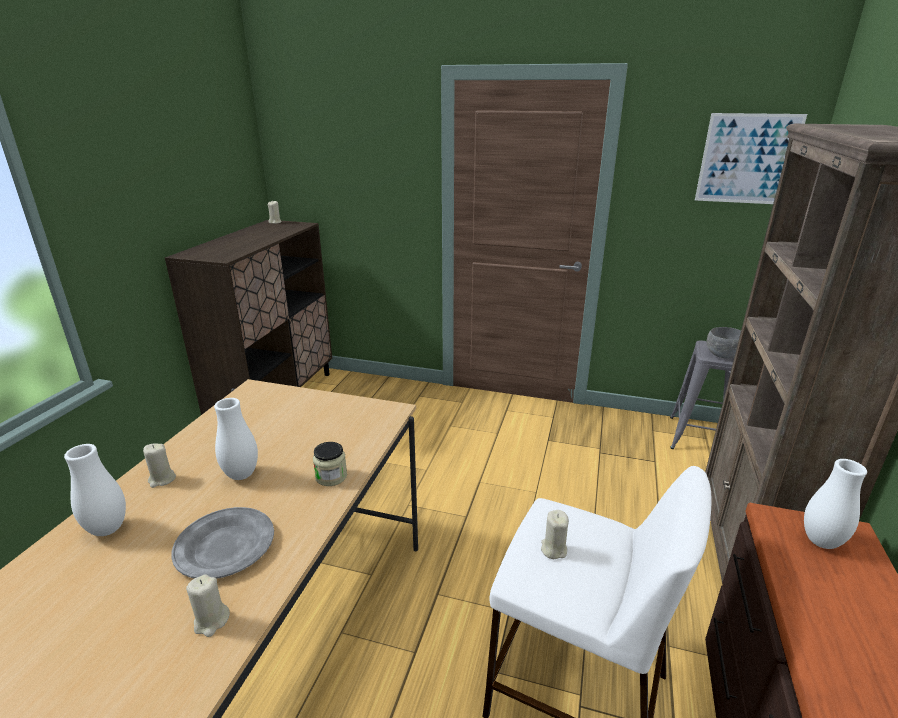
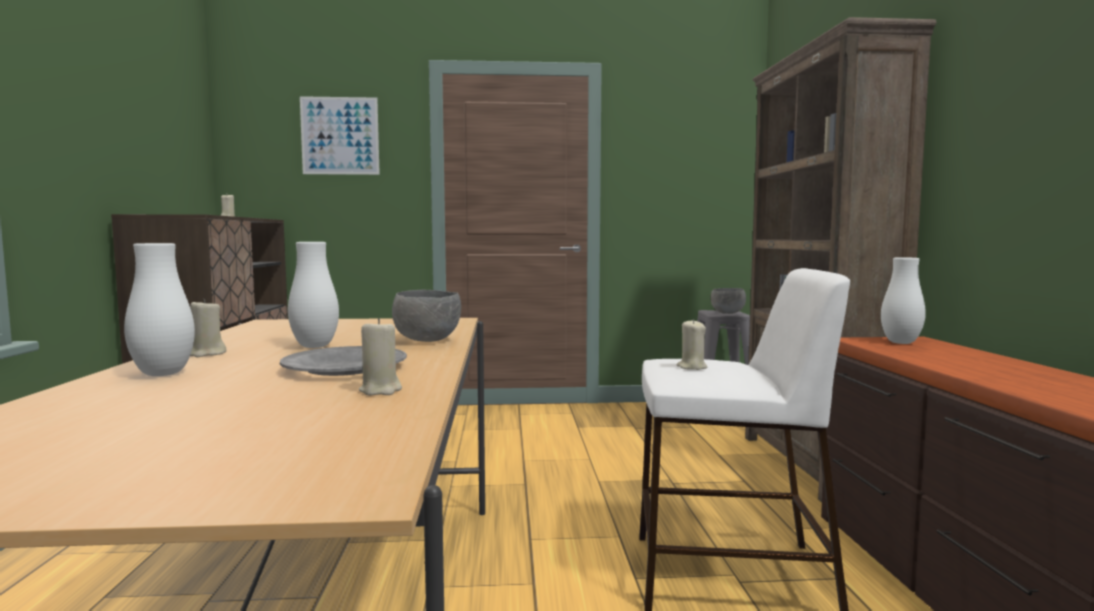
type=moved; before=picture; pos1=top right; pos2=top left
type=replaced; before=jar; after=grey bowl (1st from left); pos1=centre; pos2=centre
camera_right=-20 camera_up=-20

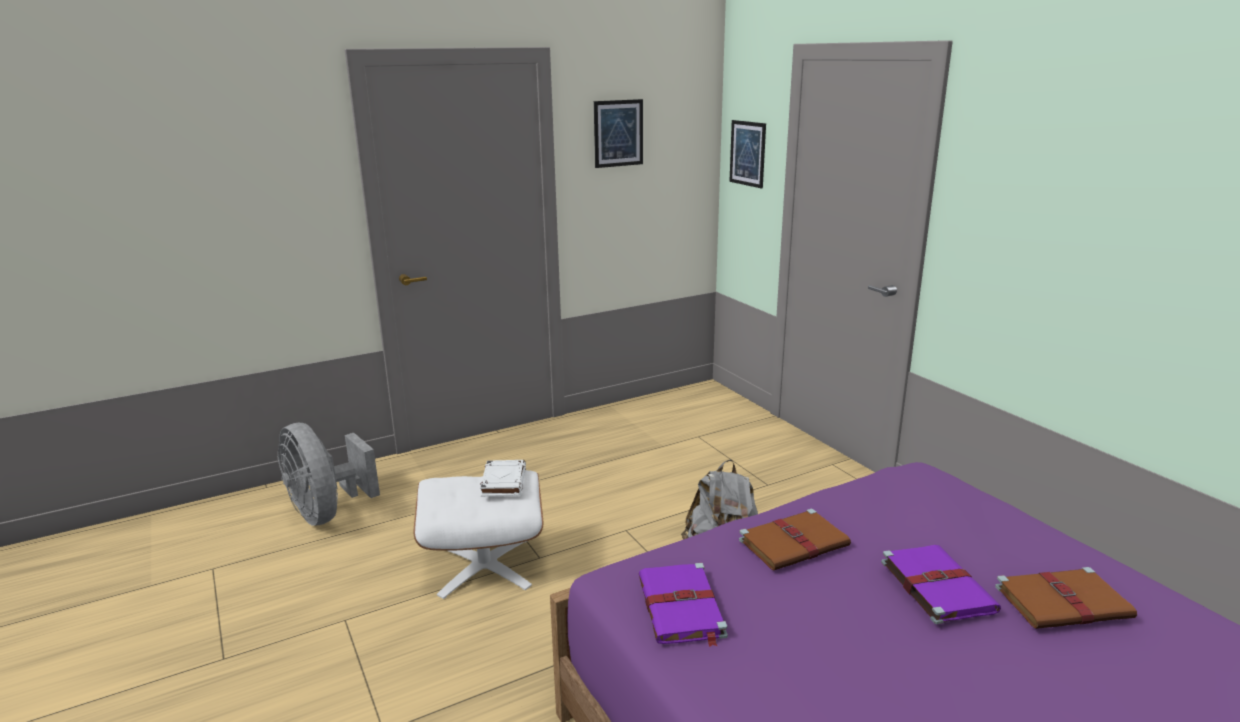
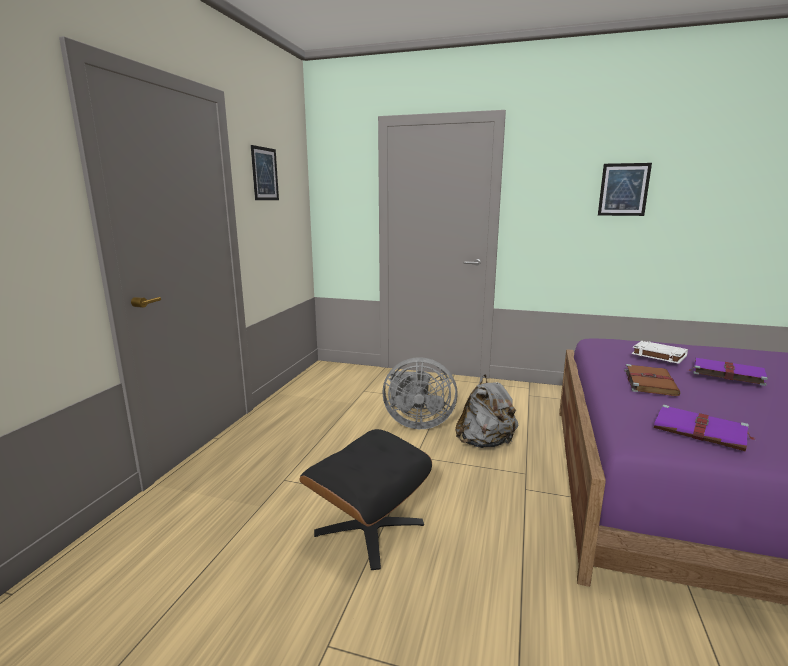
type=moved; before=picture (2nd from left); pos1=top centre; pos2=top right
type=moved; before=grey fan; pos1=middle left; pos2=centre
type=moved; before=white book; pos1=centre; pos2=middle right
type=recoloured; before=white ottoman; after=black ottoman; pos1=bottom centre; pos2=bottom centre
type=removed; before=brown book (2nd from left); pos1=bottom right
camera_right=-45 camera_up=-5

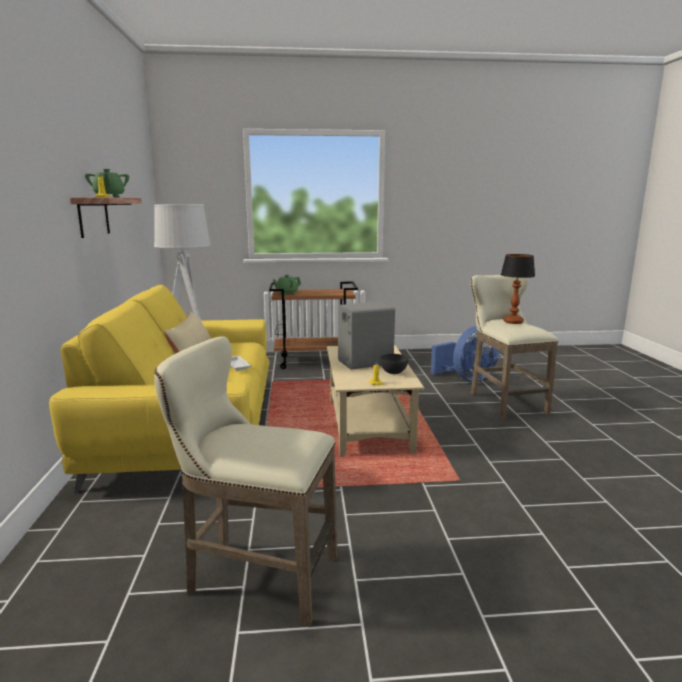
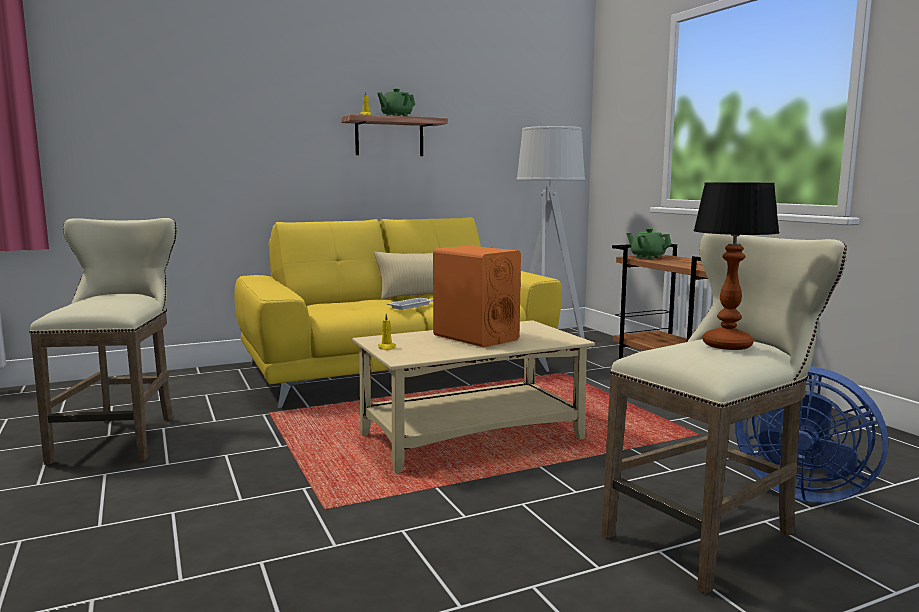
type=recoloured; before=grey speaker; after=orange speaker; pos1=centre; pos2=centre
type=removed; before=grey bowl; pos1=centre
camera_right=70 camera_up=-5

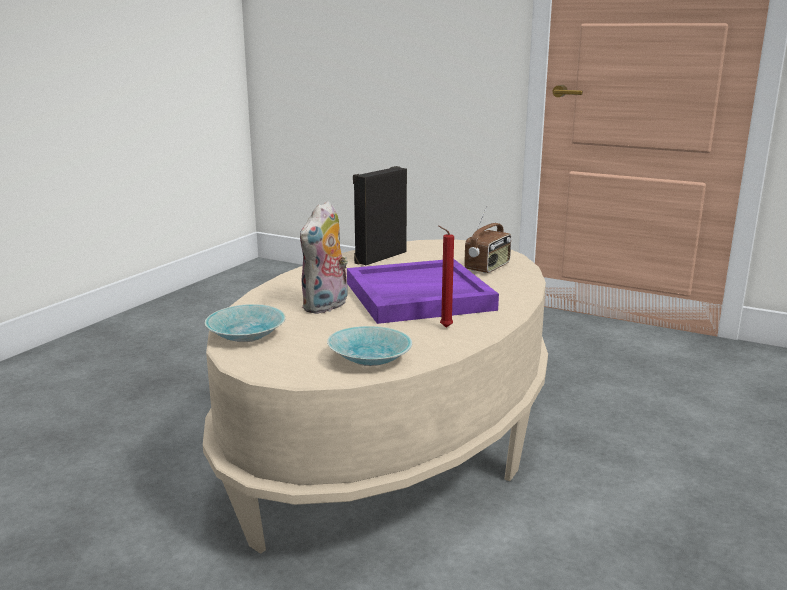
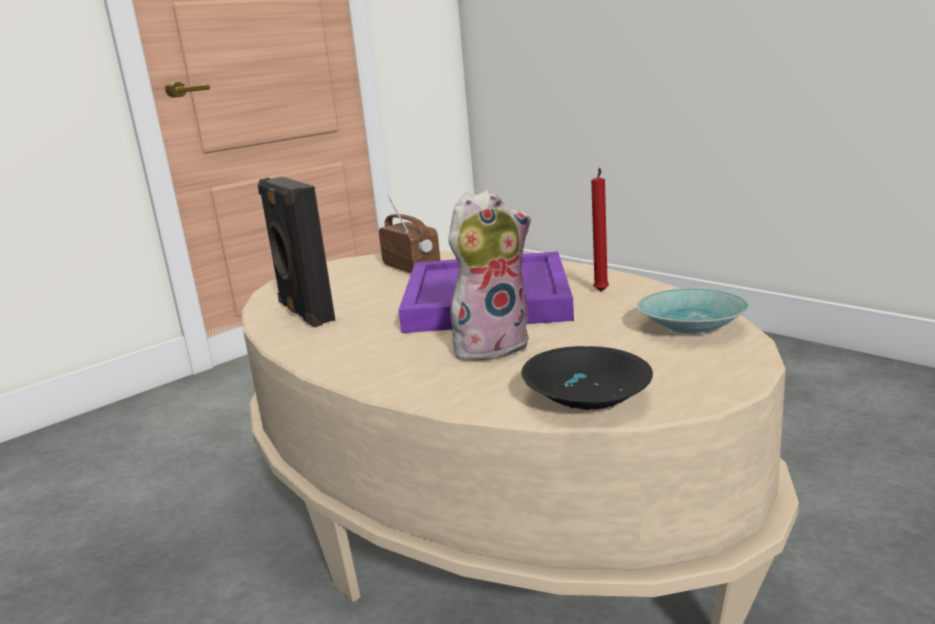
type=turned; before=plush toy; pos1=centre; pos2=centre; turn=-75
type=recoloured; before=turquoise bowl (1st from left); after=black bowl; pos1=middle left; pos2=centre
camera_right=-70 camera_up=0

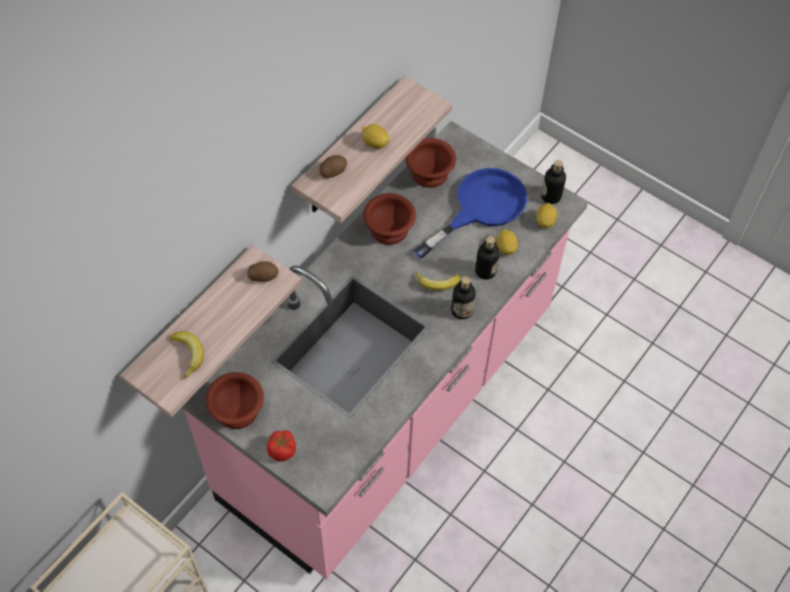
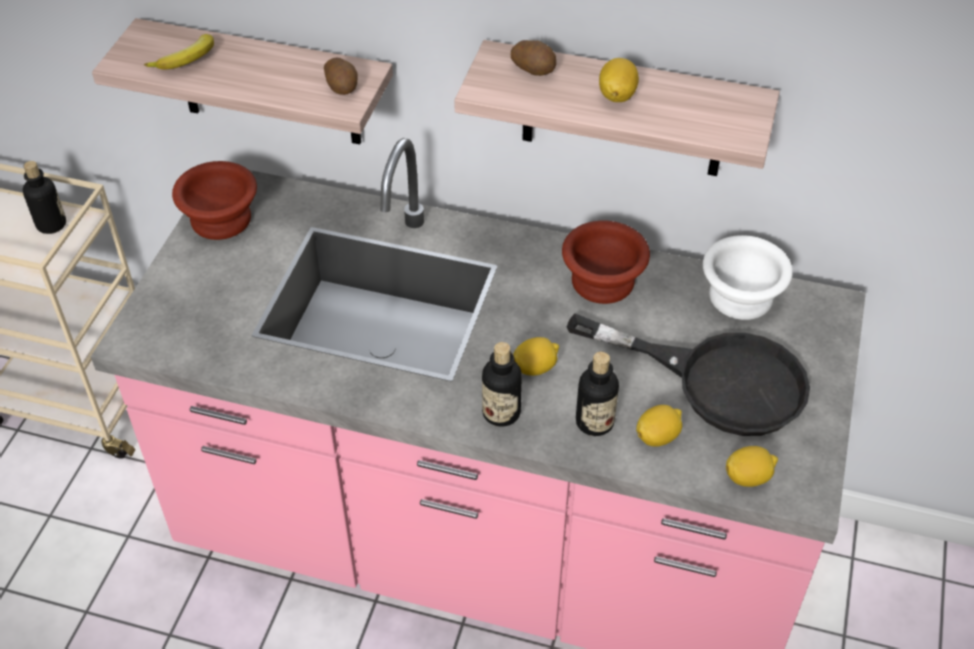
type=recoloured; before=brown bowl (3rd from left); after=white bowl; pos1=top centre; pos2=middle right
type=moved; before=bottle (3rd from left in the first image); after=bottle (1st from left); pos1=top right; pos2=top left
type=recoloured; before=blue frying pan; after=black frying pan; pos1=centre; pos2=middle right
type=replaced; before=banana (2nd from left); after=lemon (1st from left); pos1=centre; pos2=centre
type=removed; before=tomato; pos1=bottom centre
camera_right=70 camera_up=-10

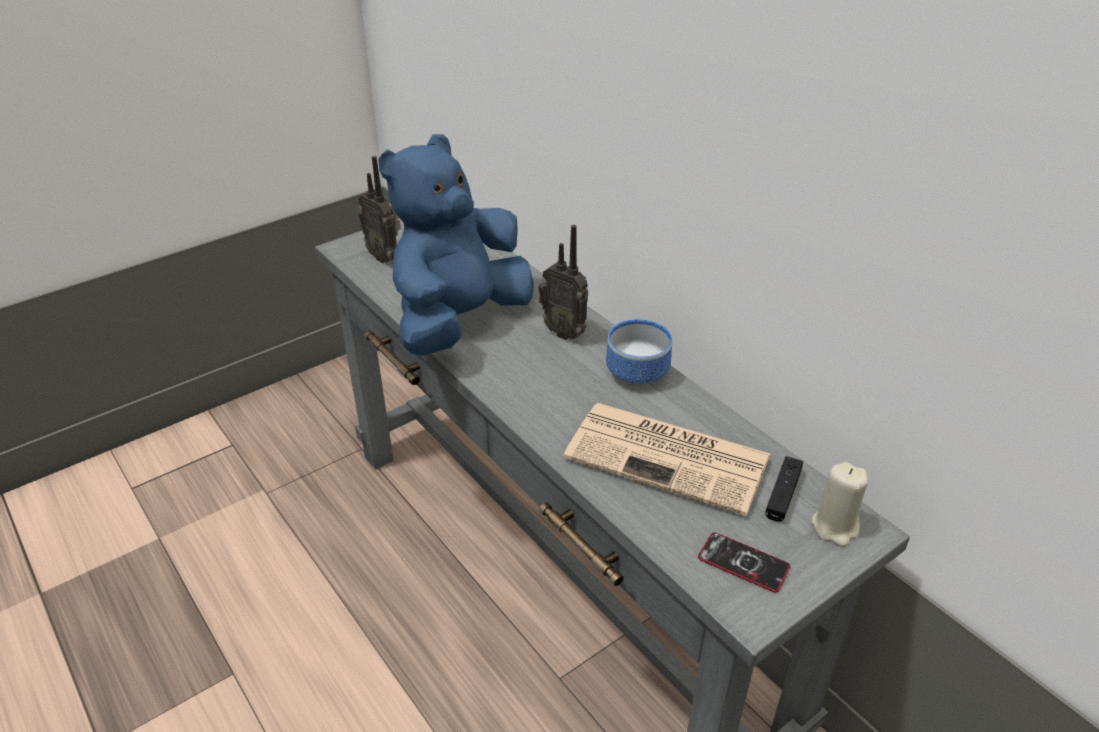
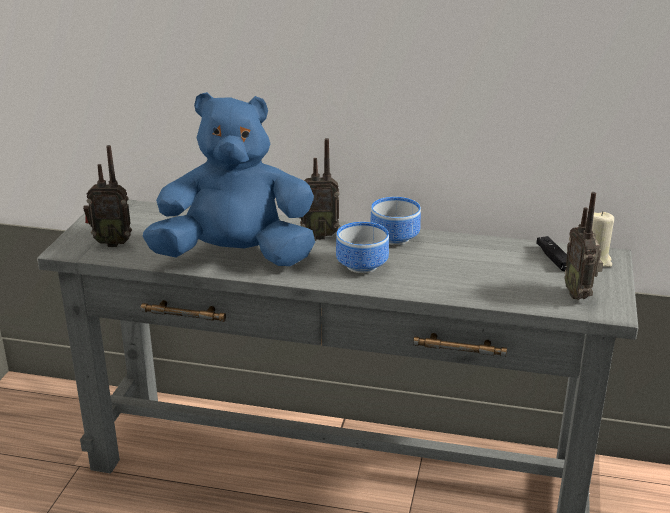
type=turned; before=blue plush toy; pos1=centre; pos2=centre; turn=90
type=removed; before=newspaper; pos1=centre
type=replaced; before=phone; after=radio (3rd from left); pos1=bottom right; pos2=middle right
type=added; after=bowl (1st from left); pos2=centre
camera_right=-40 camera_up=-10

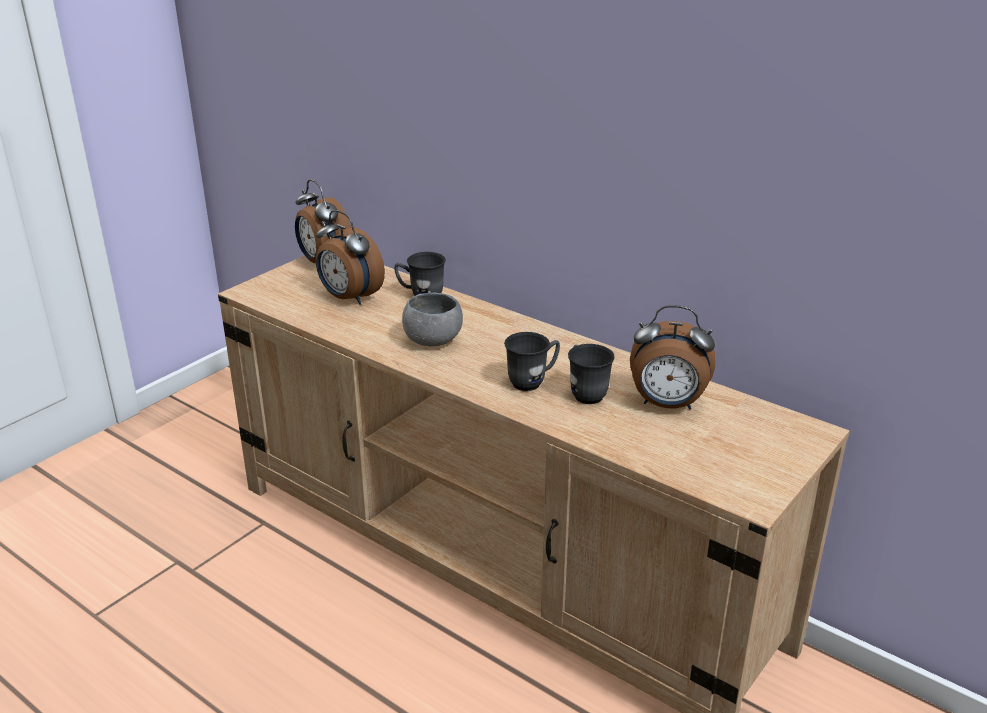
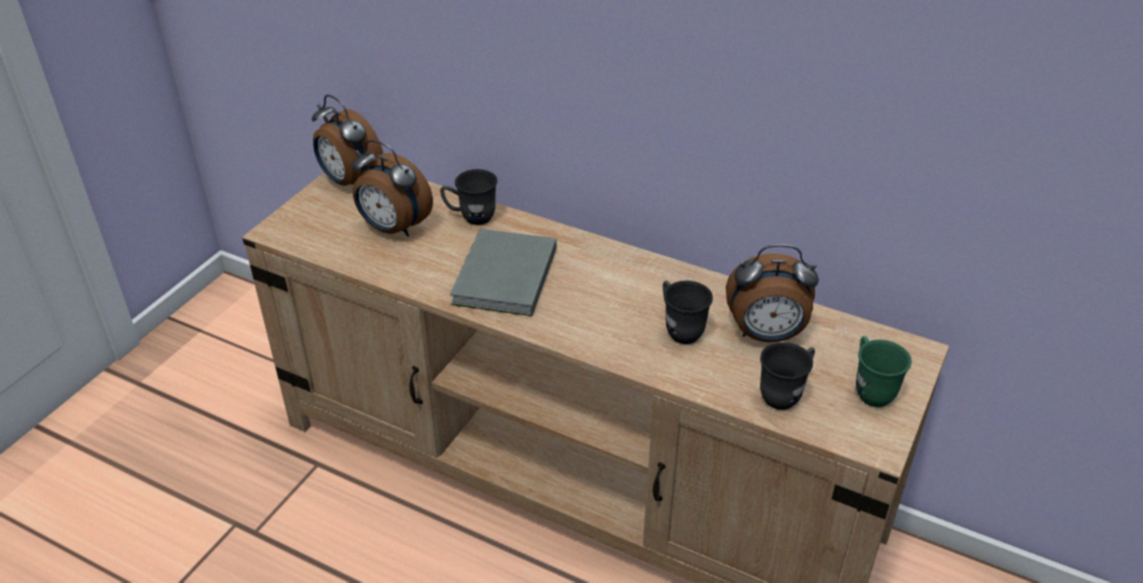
type=replaced; before=grey bowl; after=grey book; pos1=centre; pos2=centre
type=moved; before=grey mug (2nd from left in the first image); after=grey mug (3rd from left); pos1=centre; pos2=middle right
type=added; after=green mug; pos2=middle right
camera_right=-10 camera_up=10

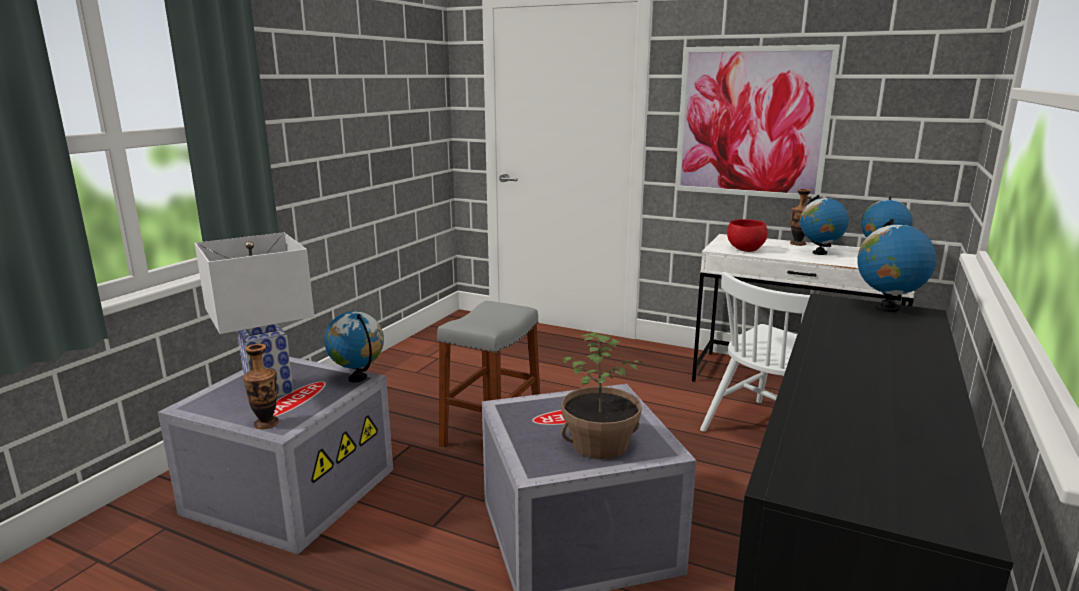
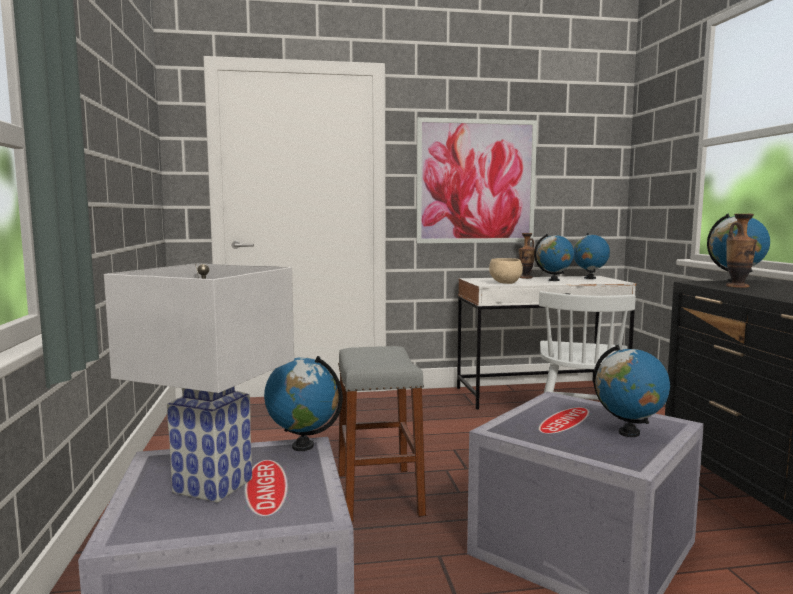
type=recoloured; before=red bowl; after=beige bowl; pos1=middle right; pos2=centre
type=replaced; before=potted plant; after=globe (4th from left); pos1=bottom centre; pos2=middle right
type=moved; before=vase (1st from left in the first image); after=vase (2nd from left); pos1=middle left; pos2=middle right
camera_right=-35 camera_up=-10

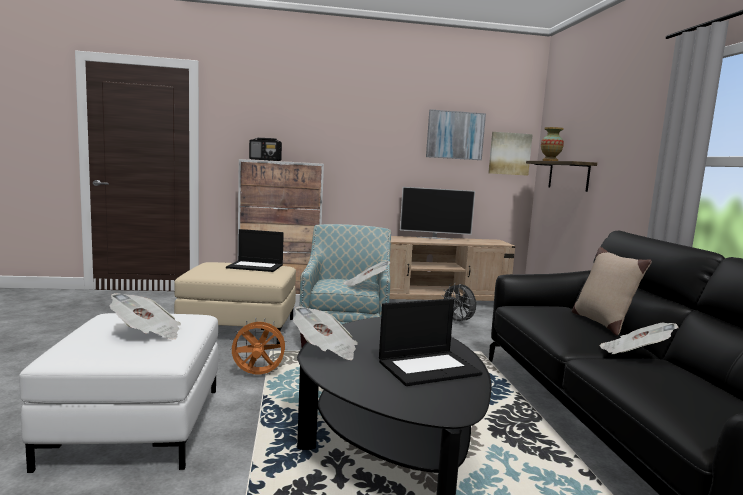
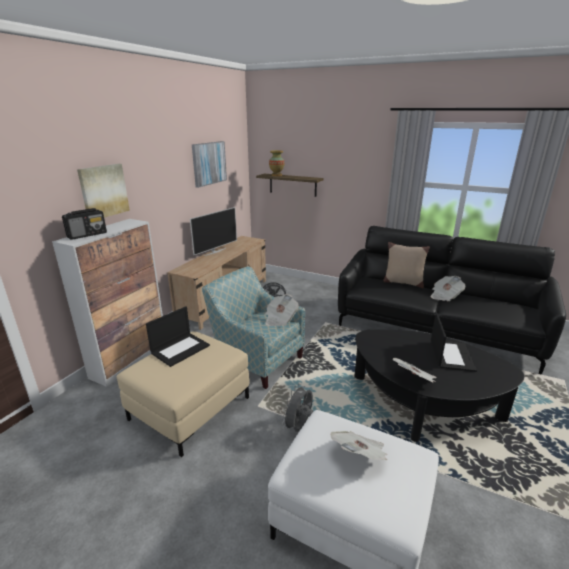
type=moved; before=picture (2nd from left in the first image); after=picture (1st from left); pos1=top right; pos2=middle left
type=recoloured; before=orange fan; after=grey fan (2nd from left); pos1=bottom centre; pos2=bottom centre
camera_right=-55 camera_up=15

